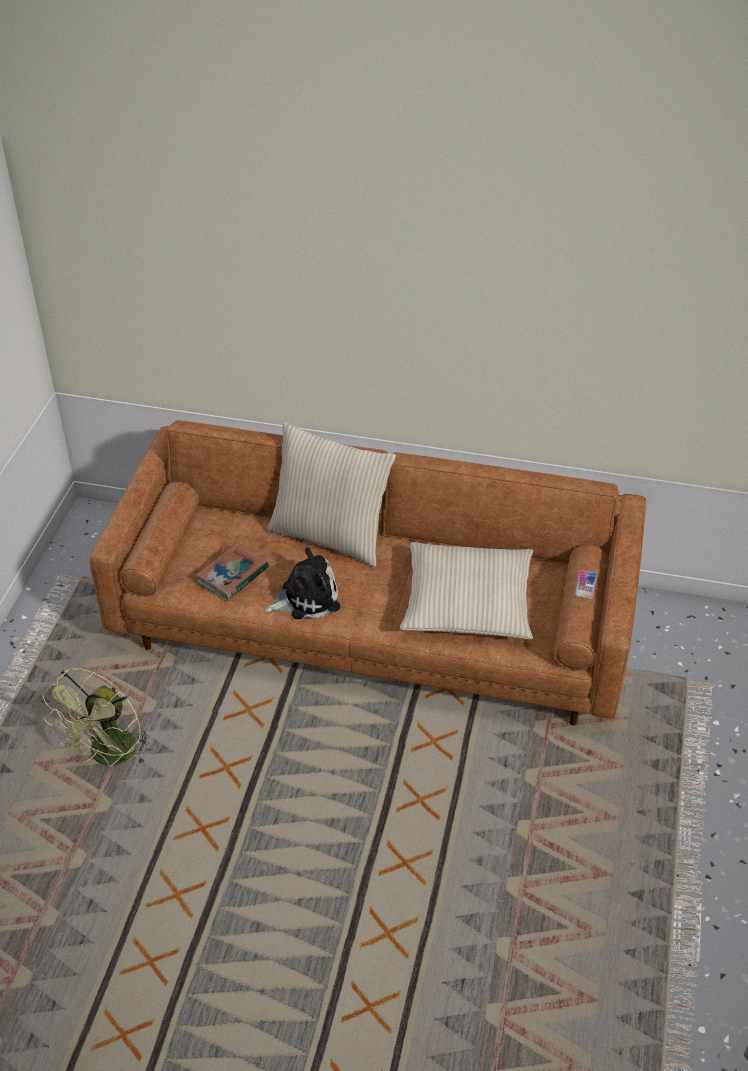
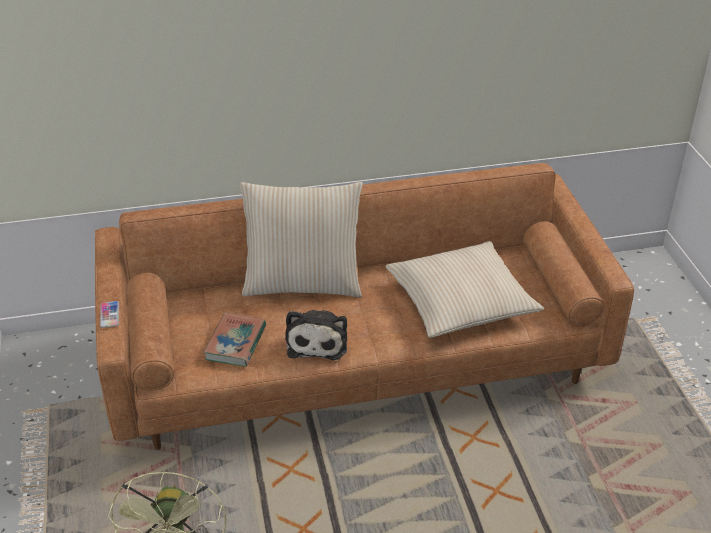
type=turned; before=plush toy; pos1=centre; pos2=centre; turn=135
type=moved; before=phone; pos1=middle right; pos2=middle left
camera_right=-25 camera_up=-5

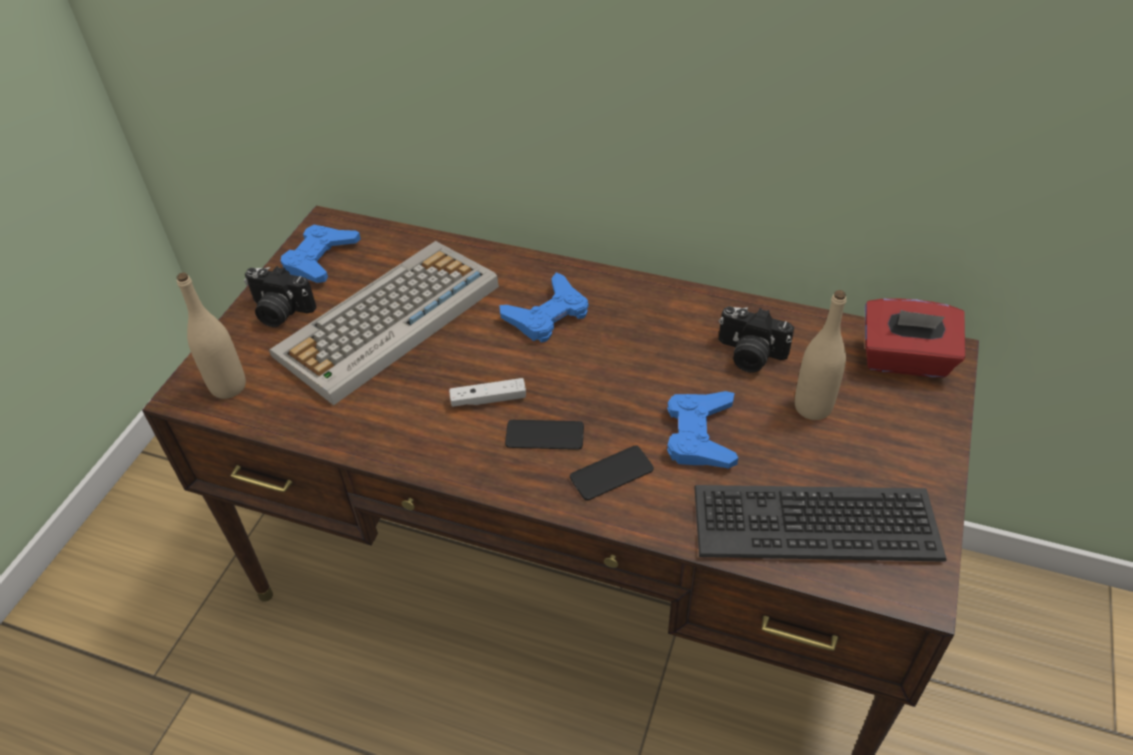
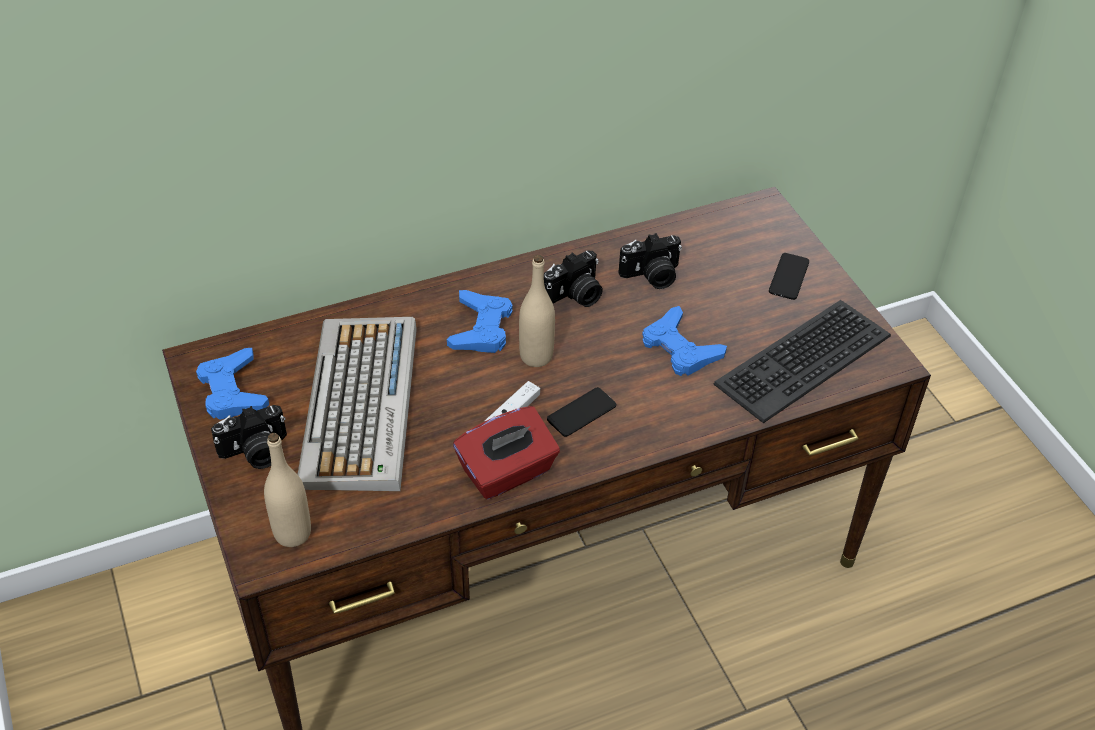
type=moved; before=beige bottle (2nd from left); pos1=middle right; pos2=centre
type=moved; before=red tissue box; pos1=middle right; pos2=centre
type=moved; before=phone (2nd from left); pos1=centre; pos2=middle right
type=added; after=photo camera (2nd from left); pos2=centre
camera_right=-45 camera_up=0

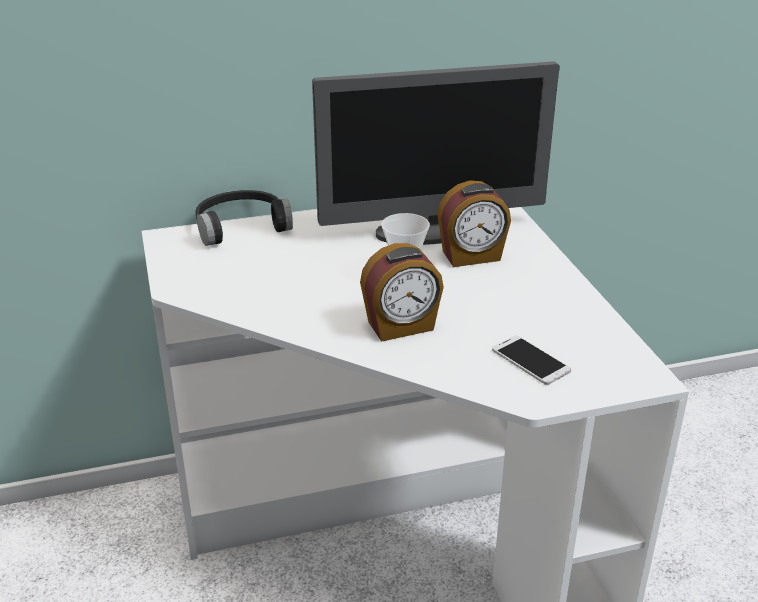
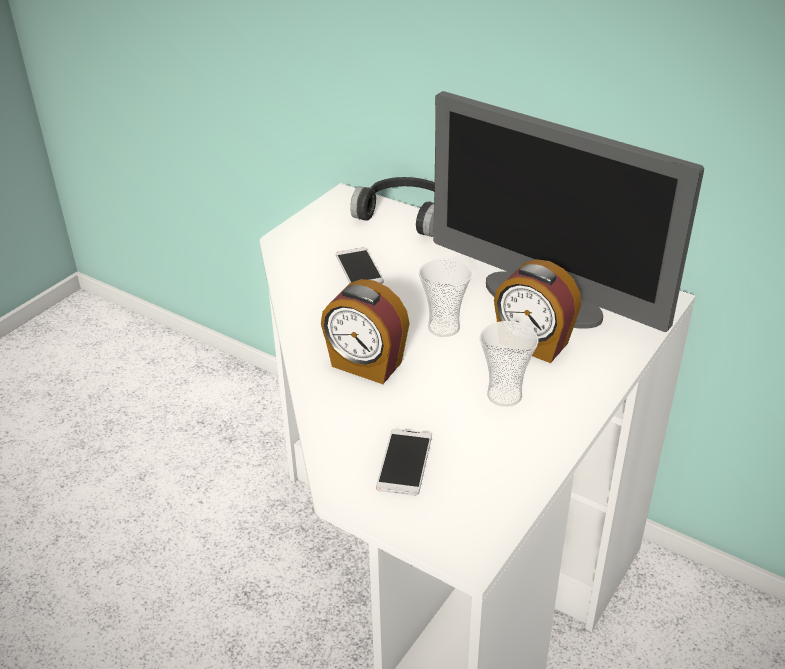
type=added; after=phone (1st from left); pos2=centre
type=added; after=cup (2nd from left); pos2=centre
camera_right=50 camera_up=5

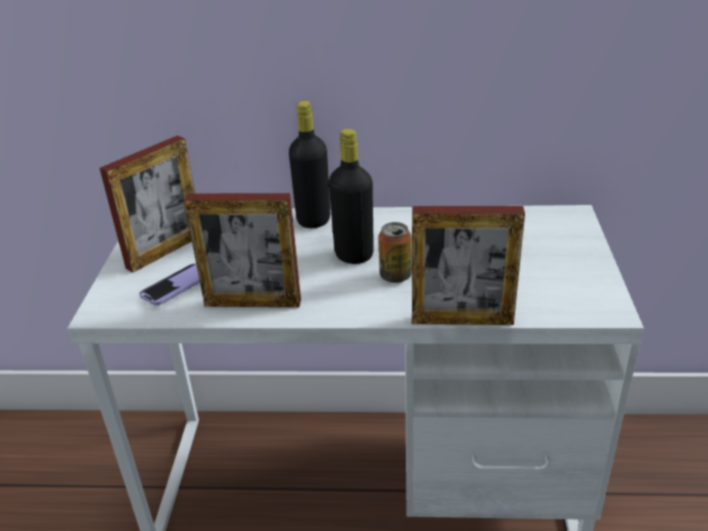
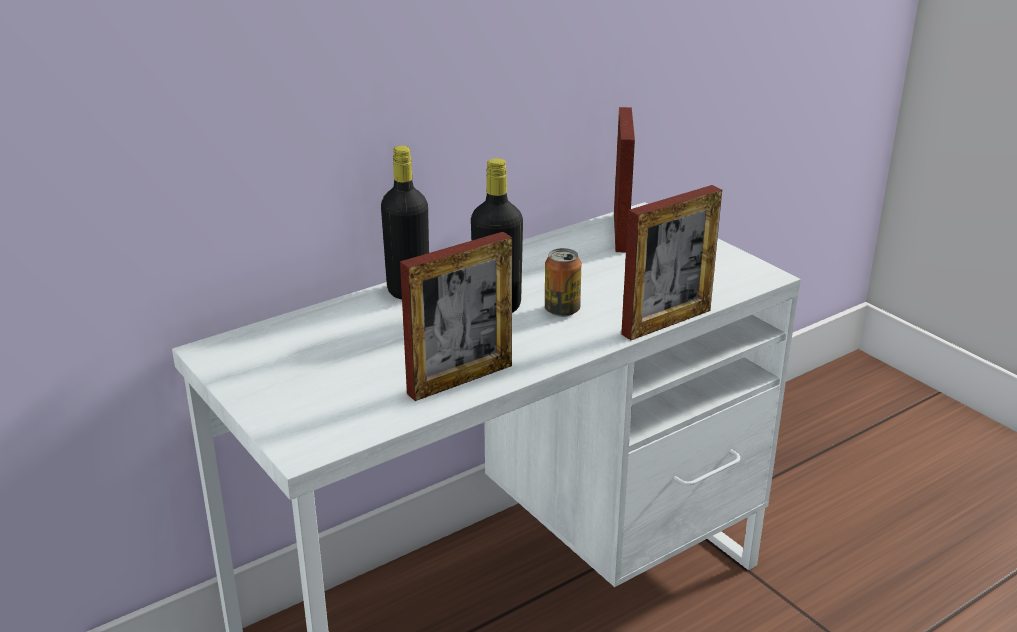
type=moved; before=picture frame (1st from left in the first image); after=picture frame (2nd from left); pos1=middle left; pos2=top centre
type=removed; before=phone; pos1=middle left
camera_right=-40 camera_up=-5

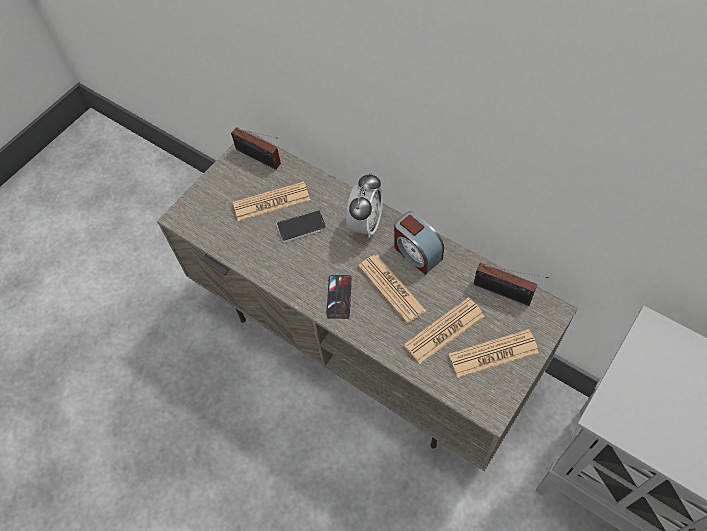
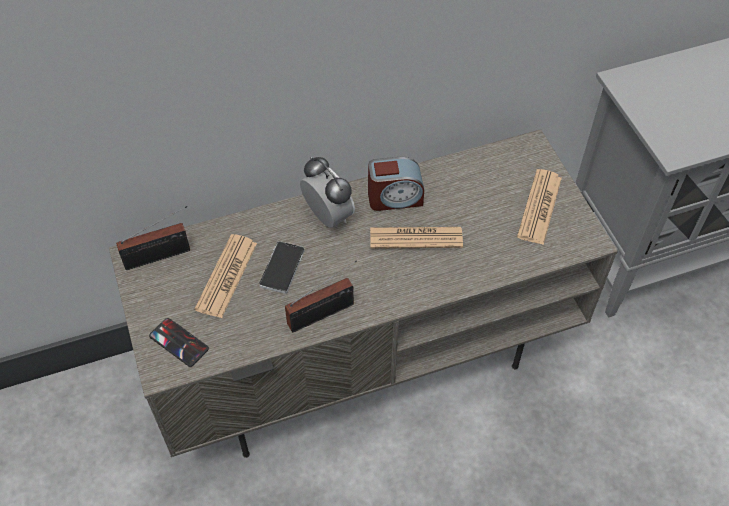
type=moved; before=radio (2nd from left); pos1=middle right; pos2=centre
type=moved; before=phone (2nd from left in the first image); after=phone (1st from left); pos1=centre; pos2=bottom left
type=removed; before=newspaper (3rd from left); pos1=centre
camera_right=-60 camera_up=-5

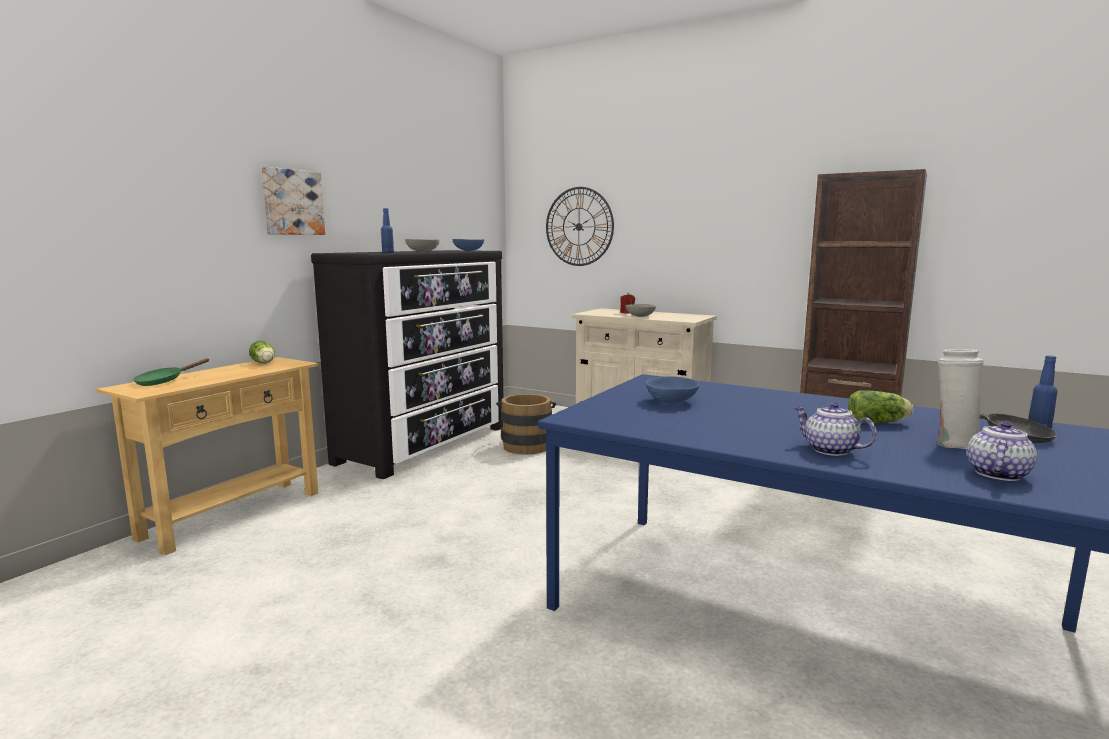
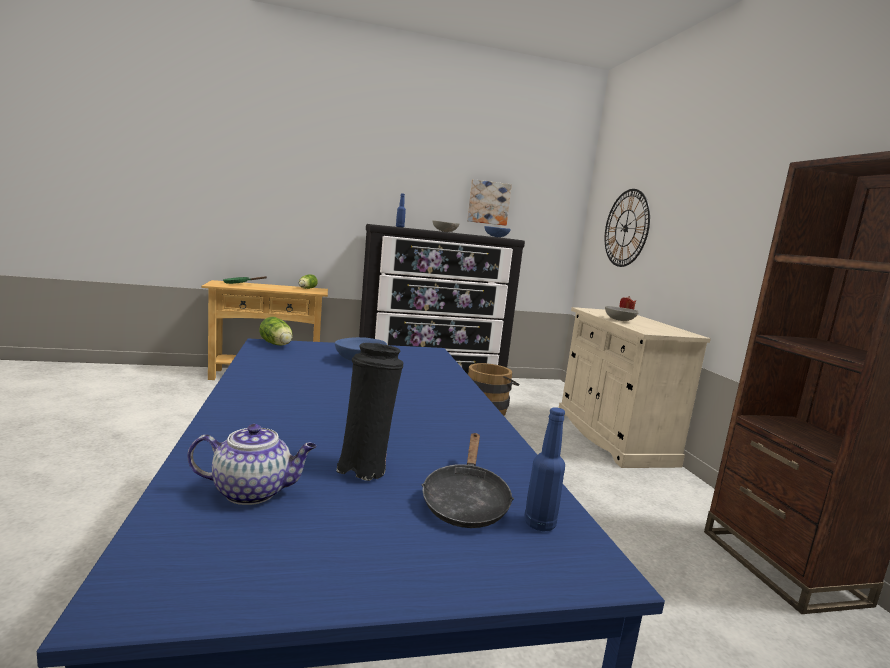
type=moved; before=picture; pos1=top left; pos2=top centre
type=recoloured; before=white vase; after=black vase; pos1=middle right; pos2=centre
type=moved; before=lettuce (2nd from left in the first image); after=lettuce (1st from left); pos1=middle right; pos2=middle left
type=removed; before=teapot (1st from left); pos1=middle right
camera_right=45 camera_up=0

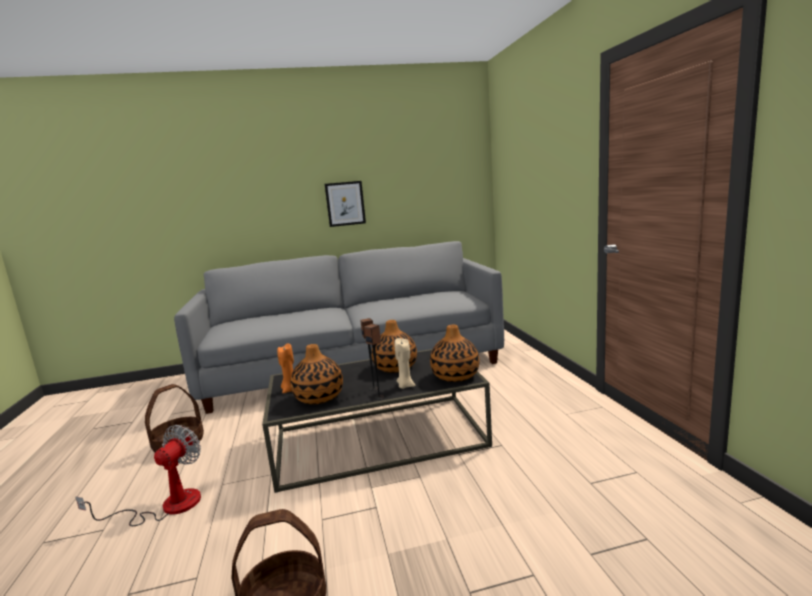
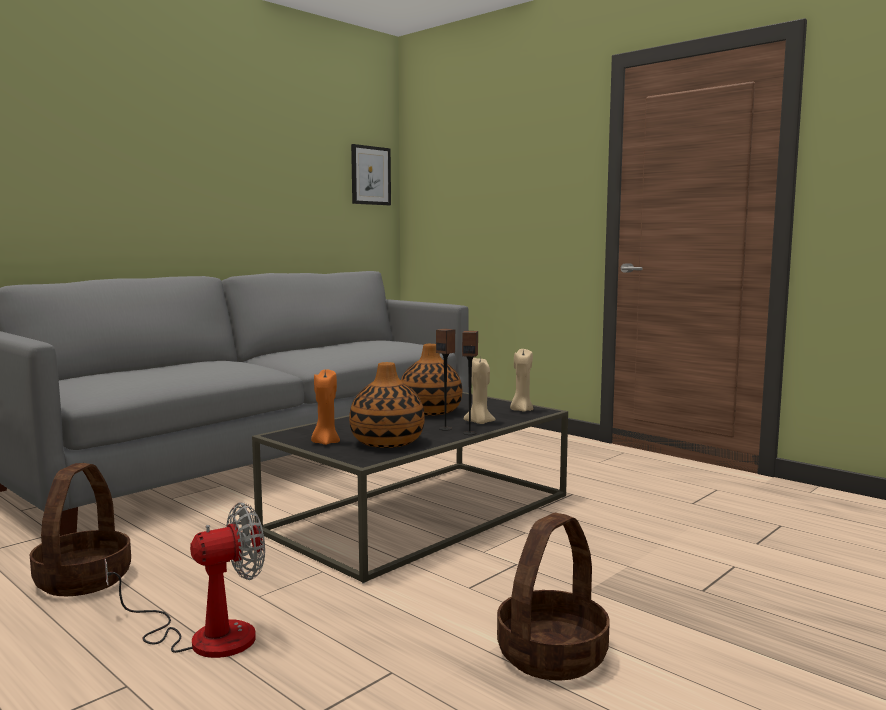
type=moved; before=picture; pos1=centre; pos2=top centre
type=replaced; before=vase (3rd from left); after=beige candle (2nd from left); pos1=centre; pos2=centre
type=turned; before=fan; pos1=bottom left; pos2=bottom left; turn=75
camera_right=-35 camera_up=-5

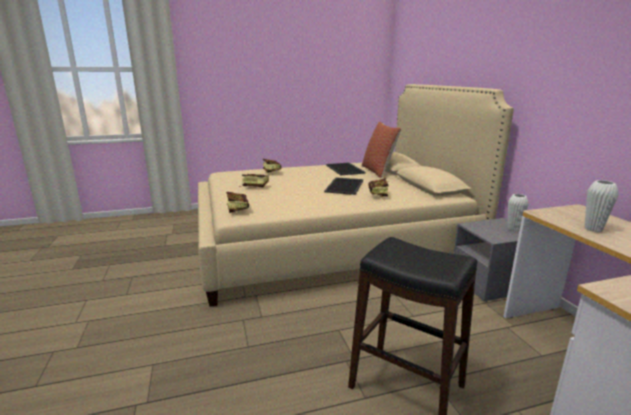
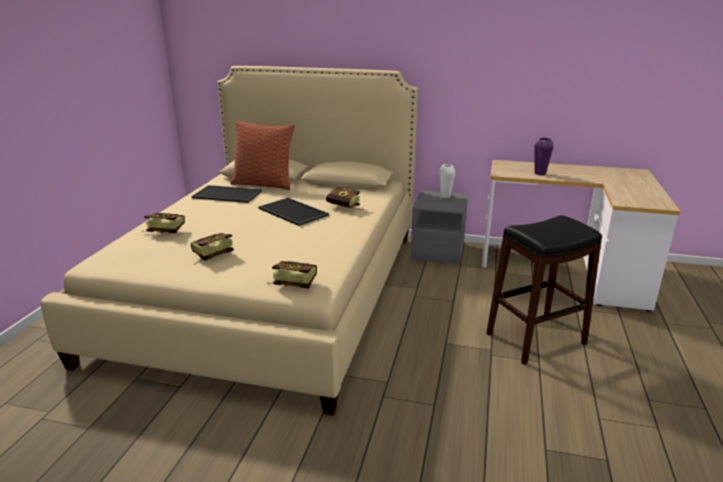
type=recoloured; before=white vase (2nd from left); after=purple vase; pos1=middle right; pos2=top right
camera_right=-60 camera_up=5

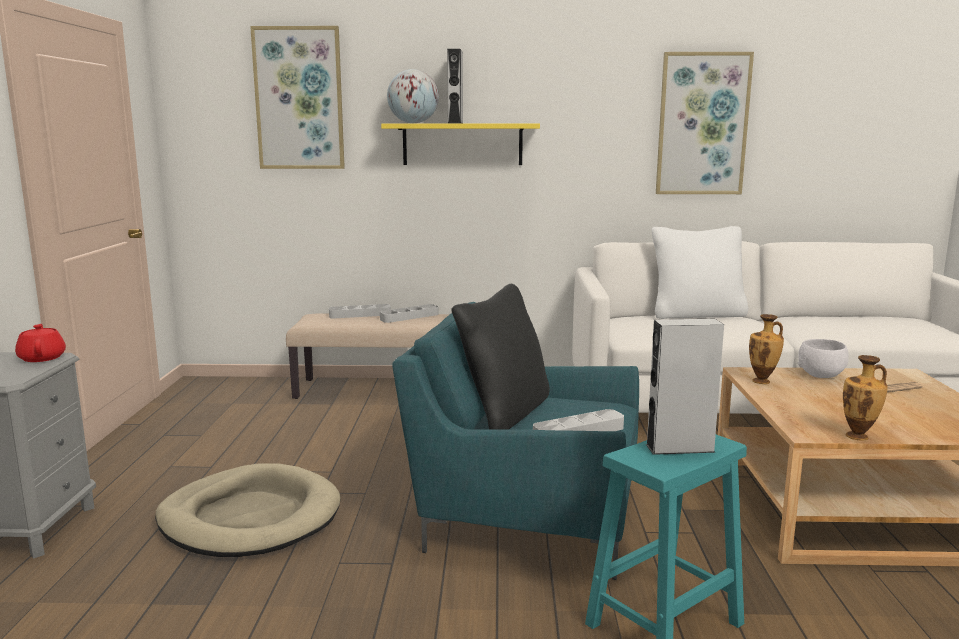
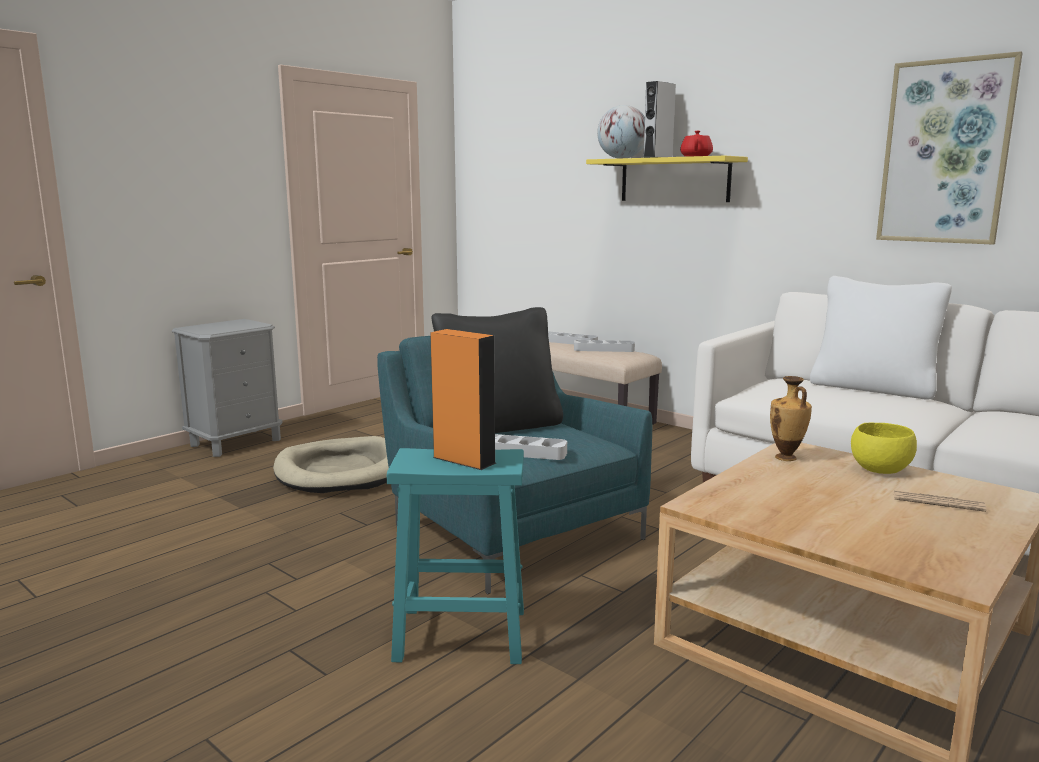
type=removed; before=picture (1st from left); pos1=top left
type=recoloured; before=grey speaker (2nd from left); after=orange speaker; pos1=middle right; pos2=centre
type=moved; before=red teapot; pos1=middle left; pos2=top right
type=recoloured; before=white bowl; after=yellow bowl; pos1=middle right; pos2=middle right
type=removed; before=vase (2nd from left); pos1=middle right
camera_right=40 camera_up=0

